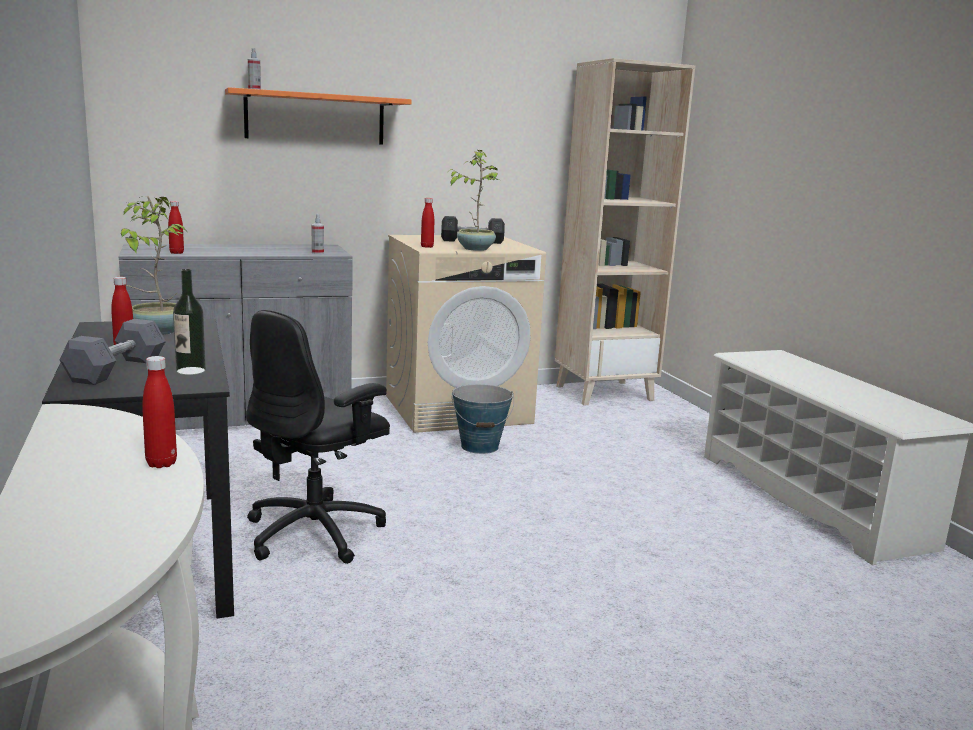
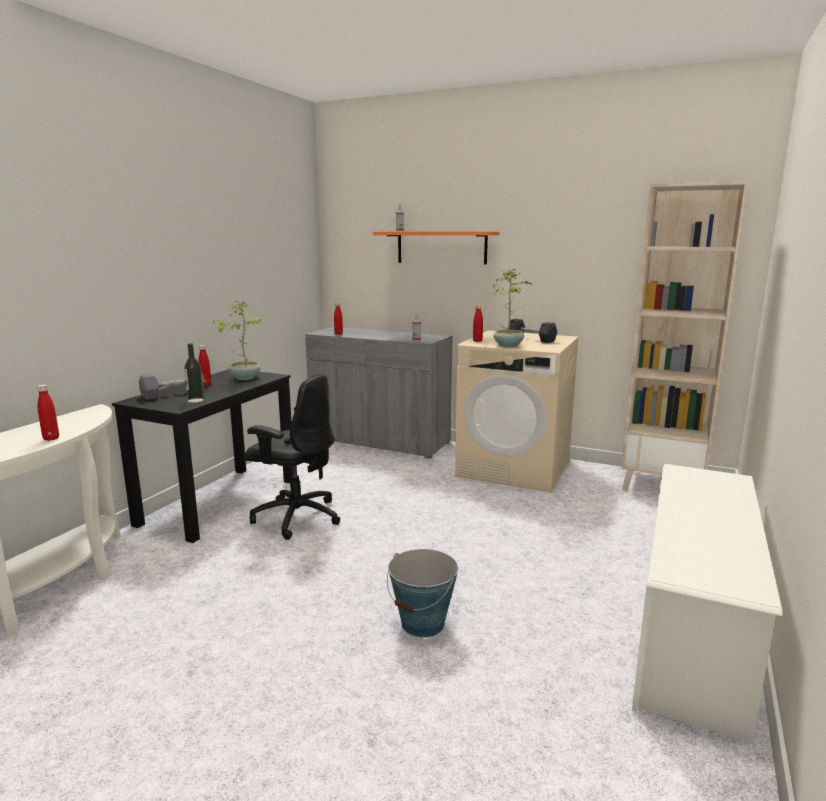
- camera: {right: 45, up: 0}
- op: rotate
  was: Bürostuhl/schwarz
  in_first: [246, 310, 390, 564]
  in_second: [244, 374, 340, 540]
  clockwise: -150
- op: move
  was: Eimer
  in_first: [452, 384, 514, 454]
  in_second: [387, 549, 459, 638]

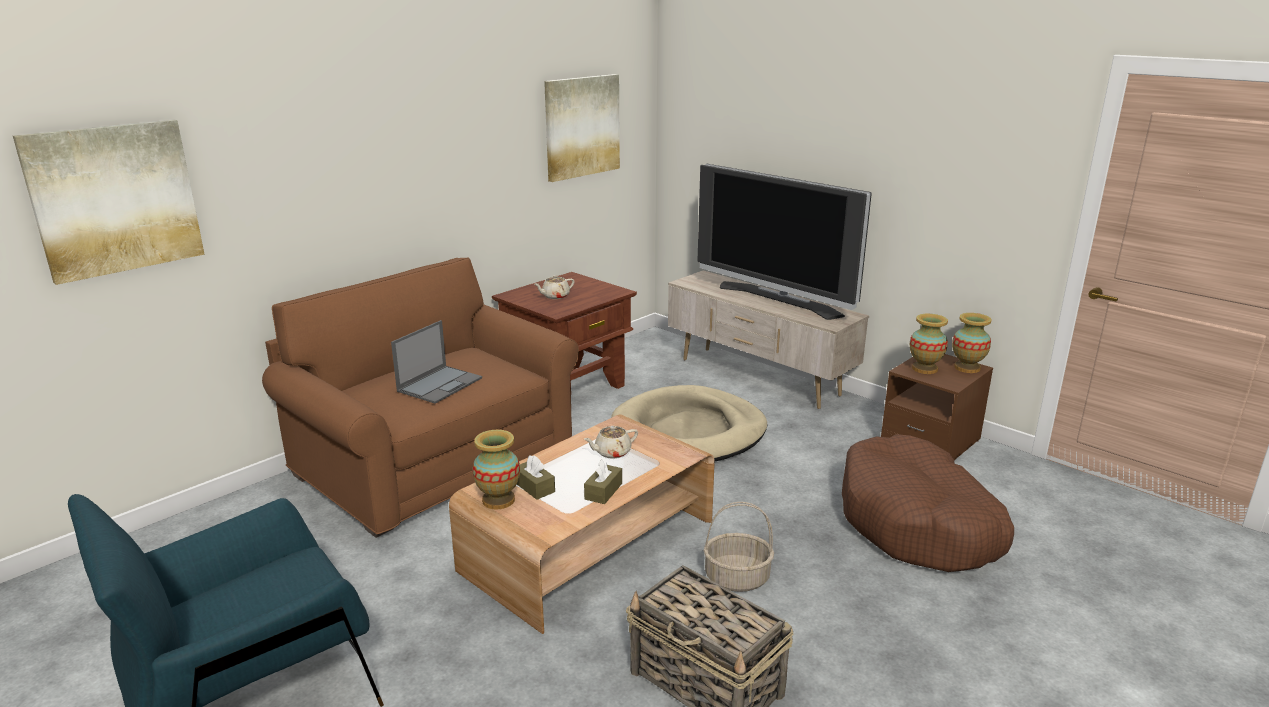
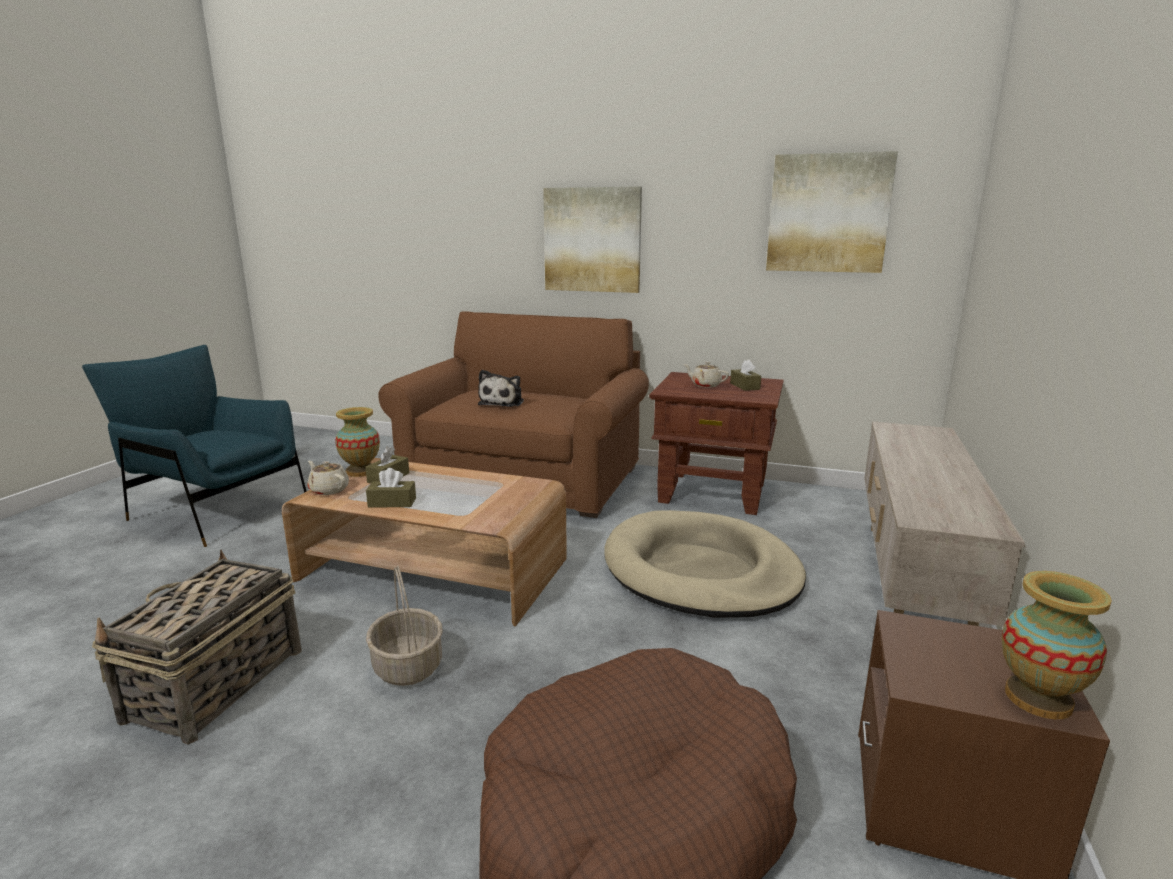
- camera: {right: 65, up: -5}
- op: move
  was: Bild
  in_first: [13, 119, 205, 285]
  in_second: [543, 186, 642, 293]
- op: replace
  was: Laptop
  now: Plüschtier
  in_first: [391, 320, 482, 404]
  in_second: [478, 370, 524, 407]
- op: move
  was: Teekanne/beige
  in_first: [584, 426, 638, 459]
  in_second: [308, 461, 349, 495]
- op: delete
  was: Fernseher
  in_first: [697, 164, 872, 320]
- op: delete
  was: Vase
  in_first: [910, 314, 948, 374]
- op: insert
  now: Taschentuchbox/braun
  in_second: [730, 359, 761, 391]

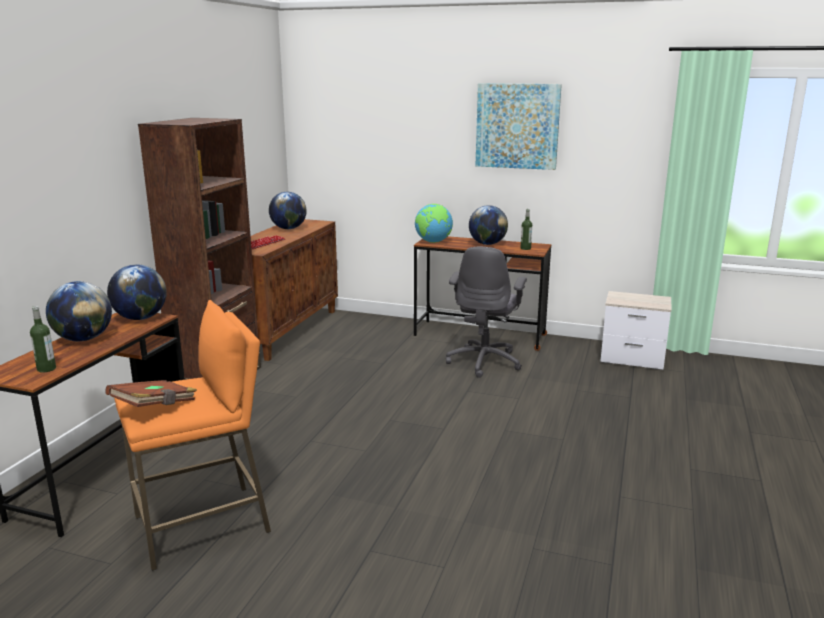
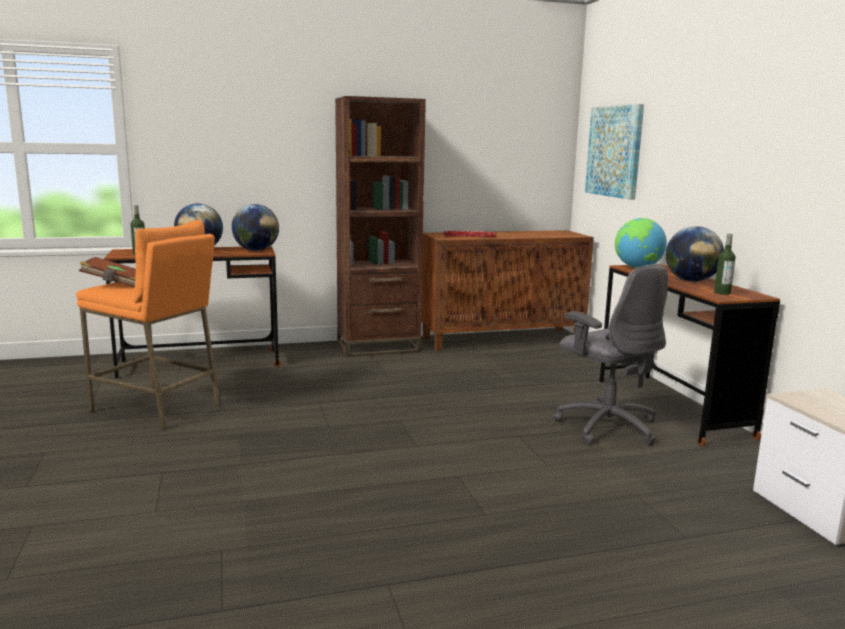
- camera: {right: 55, up: -5}
- op: delete
  was: Globus
  in_first: [269, 192, 307, 229]
- op: rotate
  was: Bürostuhl/grau
  in_first: [446, 247, 527, 378]
  in_second: [555, 264, 668, 446]
  clockwise: -105
- op: move
  was: Bild
  in_first: [475, 83, 562, 170]
  in_second: [585, 104, 644, 200]

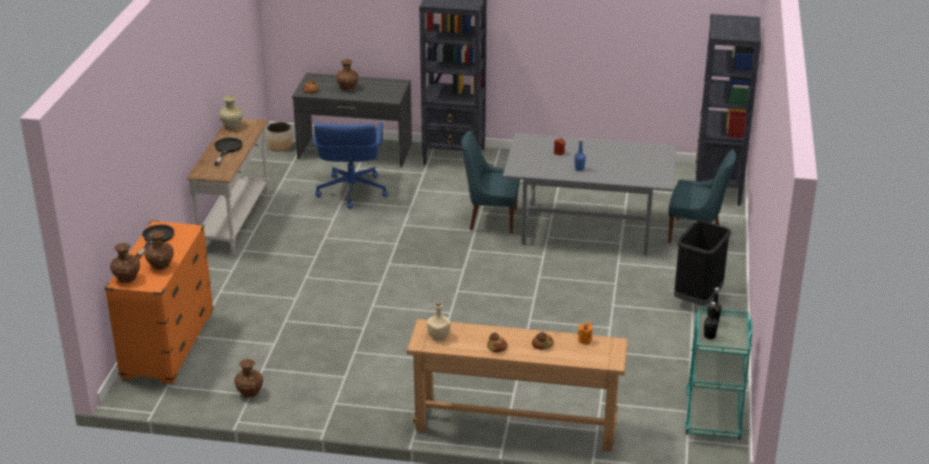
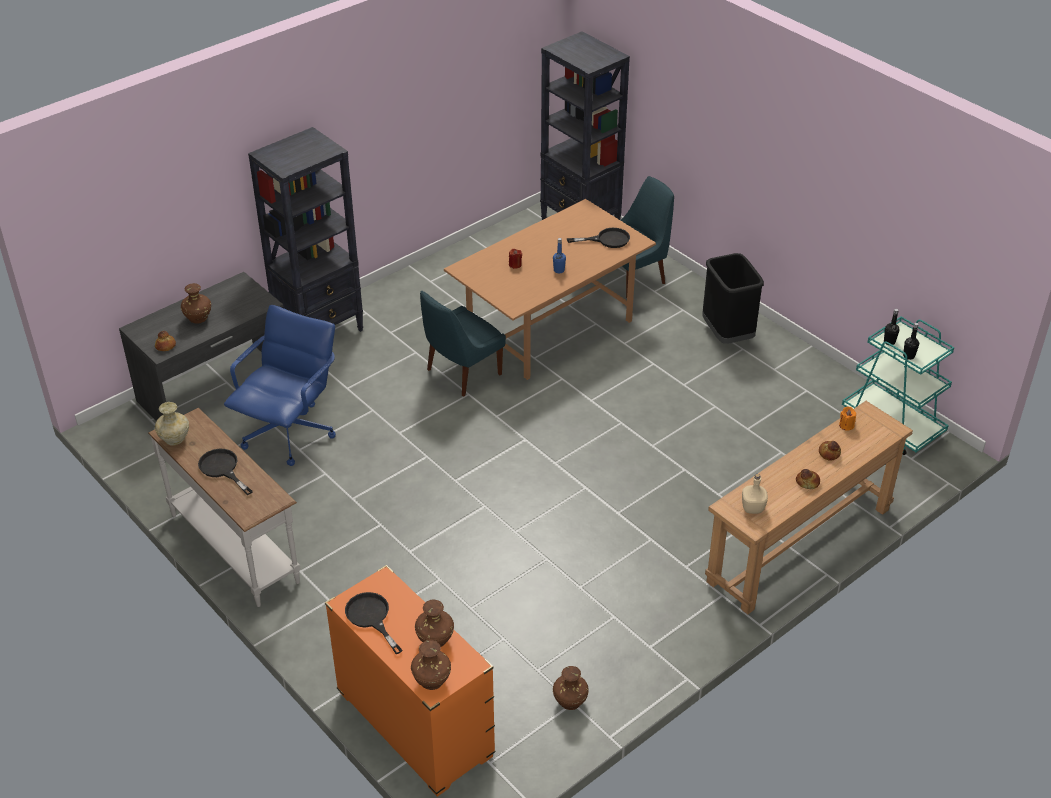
- camera: {right: -50, up: 10}
- op: delete
  was: Pflanzkübel
  in_first: [267, 122, 292, 151]
- op: rotate
  was: Bürostuhl/blau
  in_first: [313, 122, 388, 209]
  in_second: [224, 305, 336, 466]
  clockwise: -105
- op: recolor
  was: Esstisch/grau
  now: Esstisch/braun
  in_first: [503, 133, 676, 255]
  in_second: [444, 199, 656, 380]
- op: insert
  now: Pfanne/schwarz
  in_second: [567, 228, 630, 248]

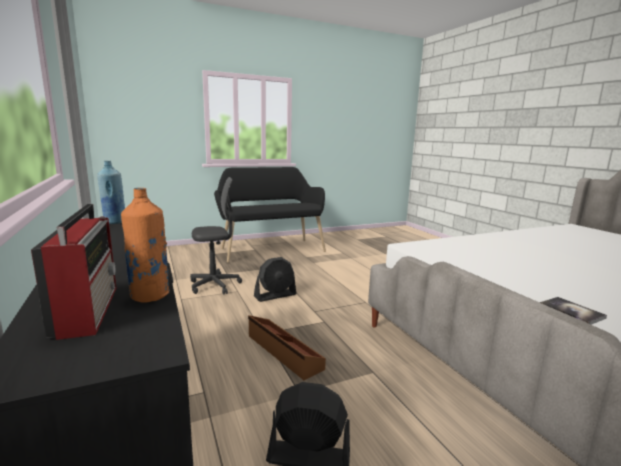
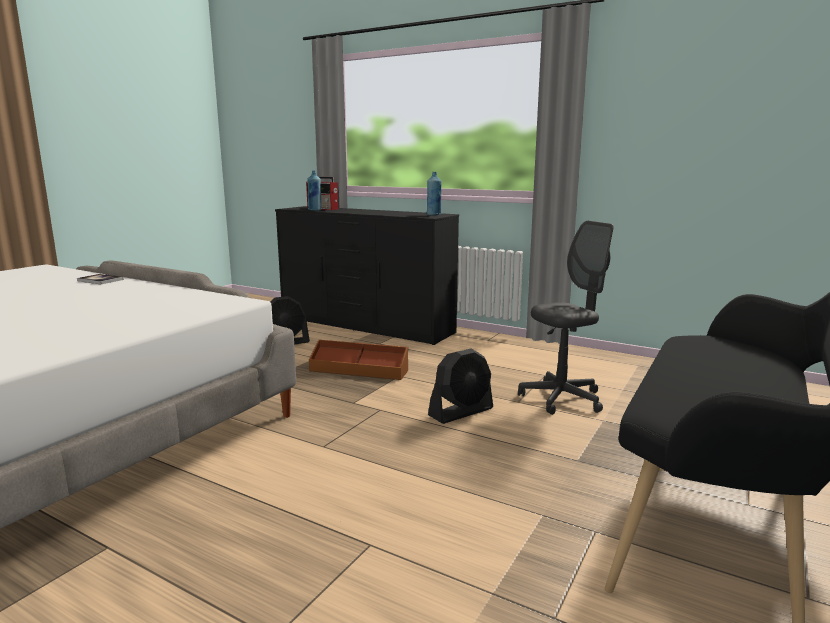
- camera: {right: 145, up: 0}
- op: recolor
  was: Flasche/orange
  now: Flasche/blau
  in_first: [121, 188, 170, 303]
  in_second: [307, 171, 321, 211]
- op: rotate
  was: Bürostuhl/grau
  in_first: [190, 177, 242, 295]
  in_second: [518, 221, 614, 415]
  clockwise: -150
- op: rotate
  was: Ventilator/schwarz
  in_first: [254, 257, 296, 302]
  in_second: [428, 348, 493, 424]
  clockwise: -150

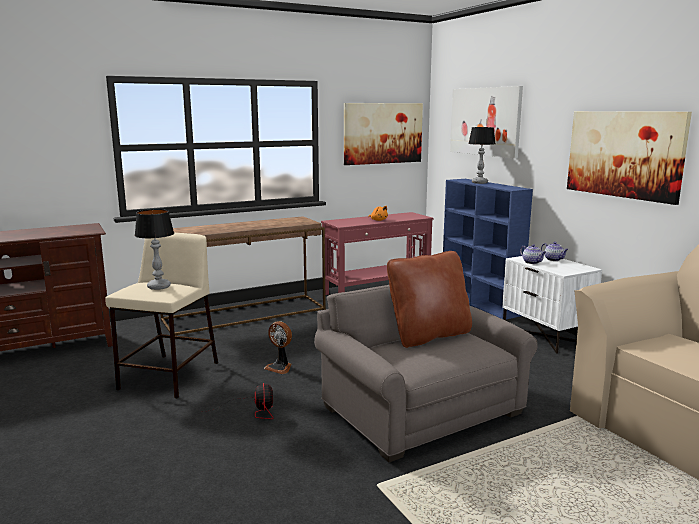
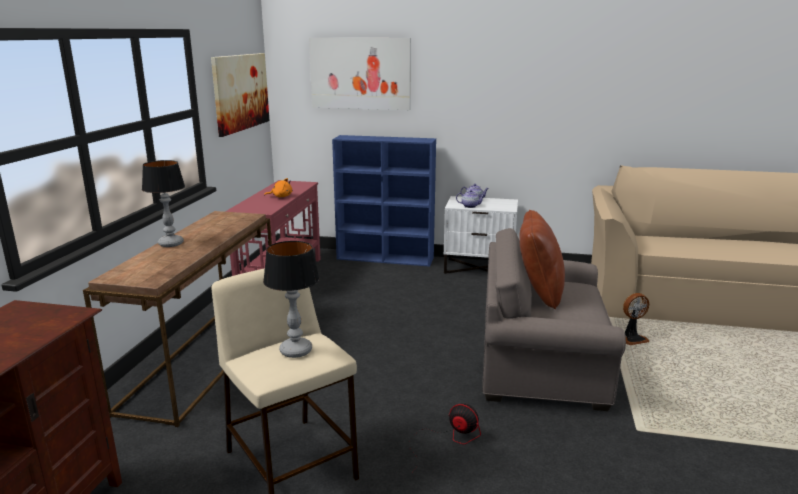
- camera: {right: -50, up: 5}
- op: move
  was: Ventilator
  in_first: [264, 321, 292, 374]
  in_second: [623, 293, 649, 345]
- op: move
  was: Tischlampe
  in_first: [468, 127, 496, 184]
  in_second: [142, 160, 185, 247]
- op: delete
  was: Bild
  in_first: [567, 111, 692, 205]

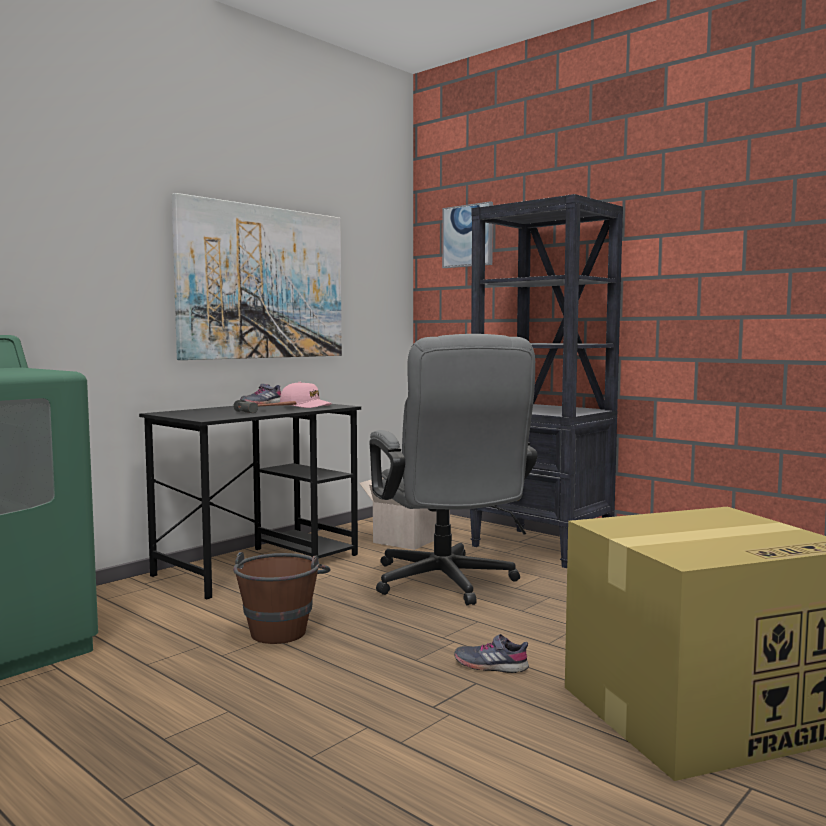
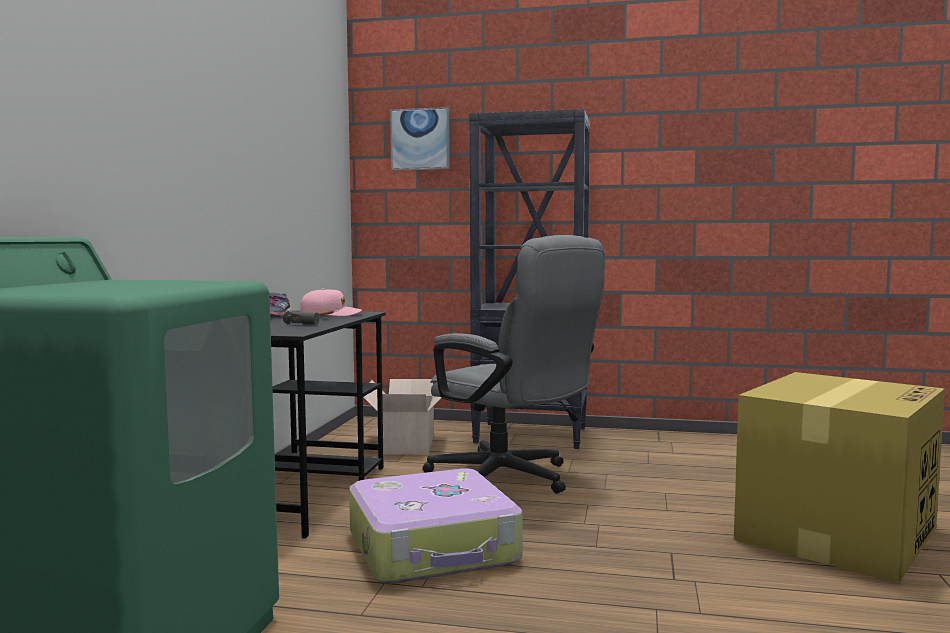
- camera: {right: -30, up: 0}
- op: delete
  was: Bild
  in_first: [172, 193, 342, 360]
- op: replace
  was: Eimer/braun
  now: Koffer
  in_first: [233, 552, 331, 644]
  in_second: [349, 468, 522, 584]
- op: delete
  was: Schuh/grau
  in_first: [454, 634, 529, 673]

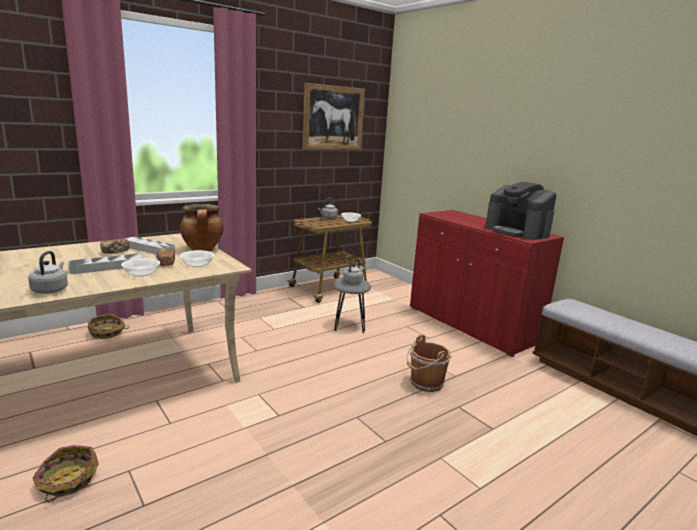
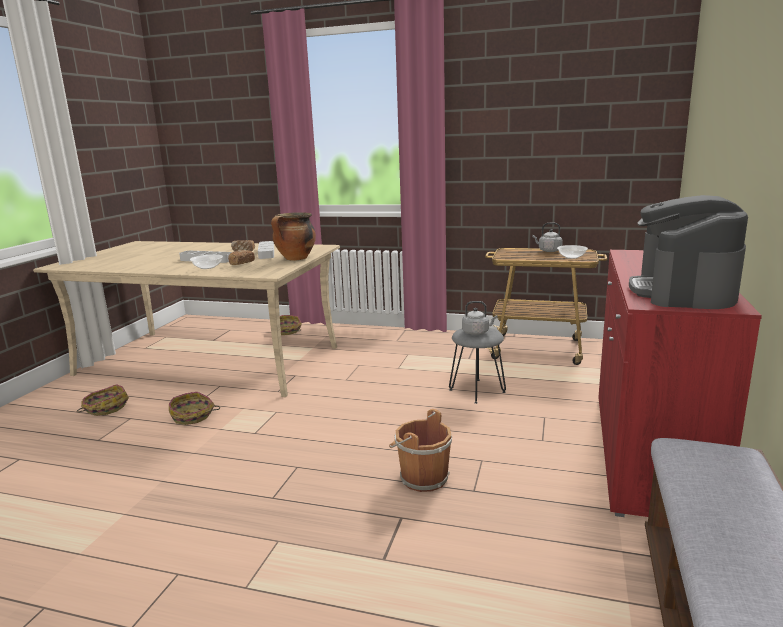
- camera: {right: 55, up: 0}
- op: delete
  was: Wasserkessel/grau
  in_first: [28, 251, 68, 294]
- op: delete
  was: Schüssel
  in_first: [180, 250, 215, 267]
- op: delete
  was: Bild
  in_first: [303, 83, 365, 150]
- op: insert
  now: Korb
  in_second: [169, 392, 220, 425]

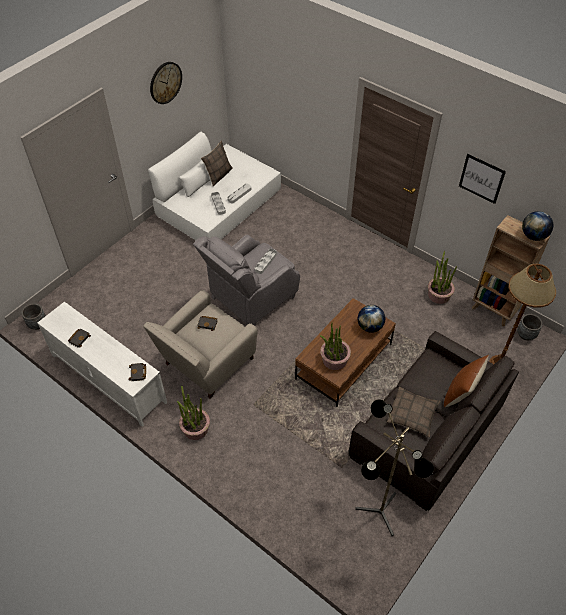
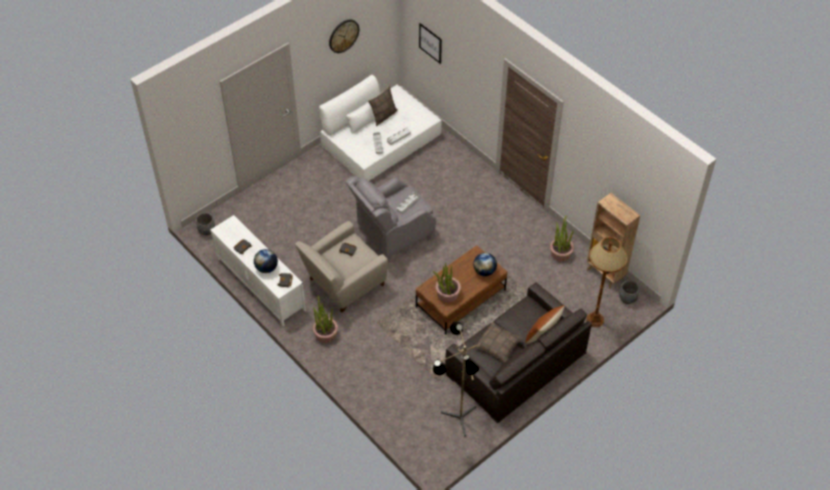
- camera: {right: 10, up: 0}
- op: move
  was: Bild
  in_first: [459, 154, 506, 204]
  in_second: [419, 23, 442, 64]
- op: move
  was: Globus
  in_first: [522, 211, 553, 241]
  in_second: [254, 249, 278, 273]

